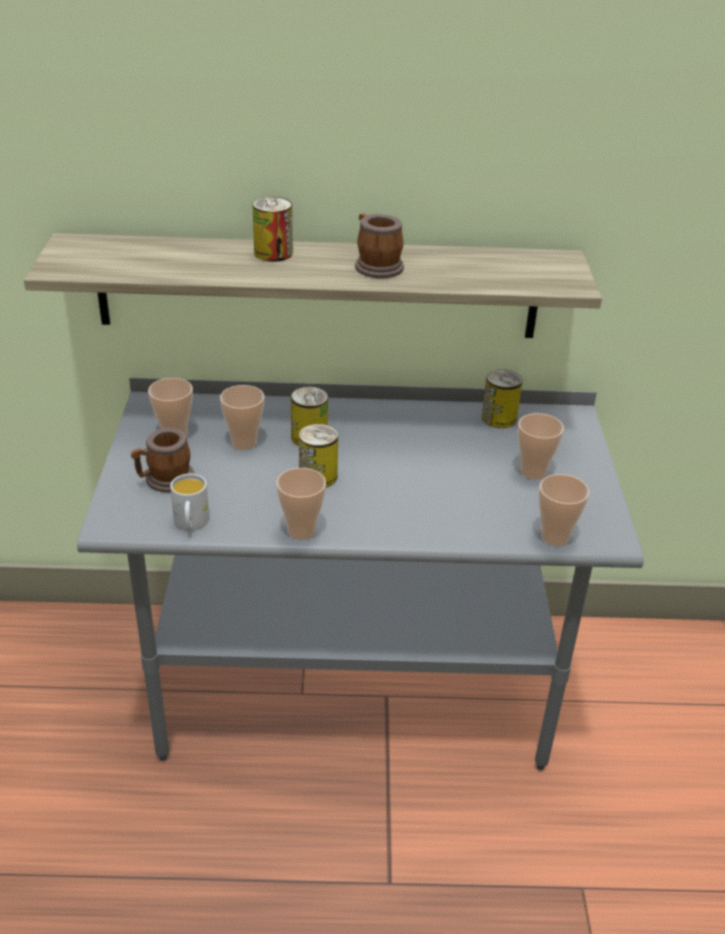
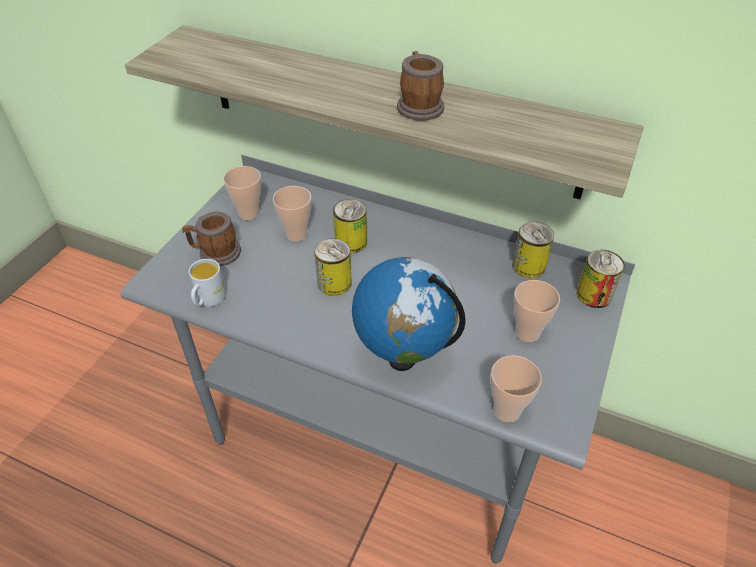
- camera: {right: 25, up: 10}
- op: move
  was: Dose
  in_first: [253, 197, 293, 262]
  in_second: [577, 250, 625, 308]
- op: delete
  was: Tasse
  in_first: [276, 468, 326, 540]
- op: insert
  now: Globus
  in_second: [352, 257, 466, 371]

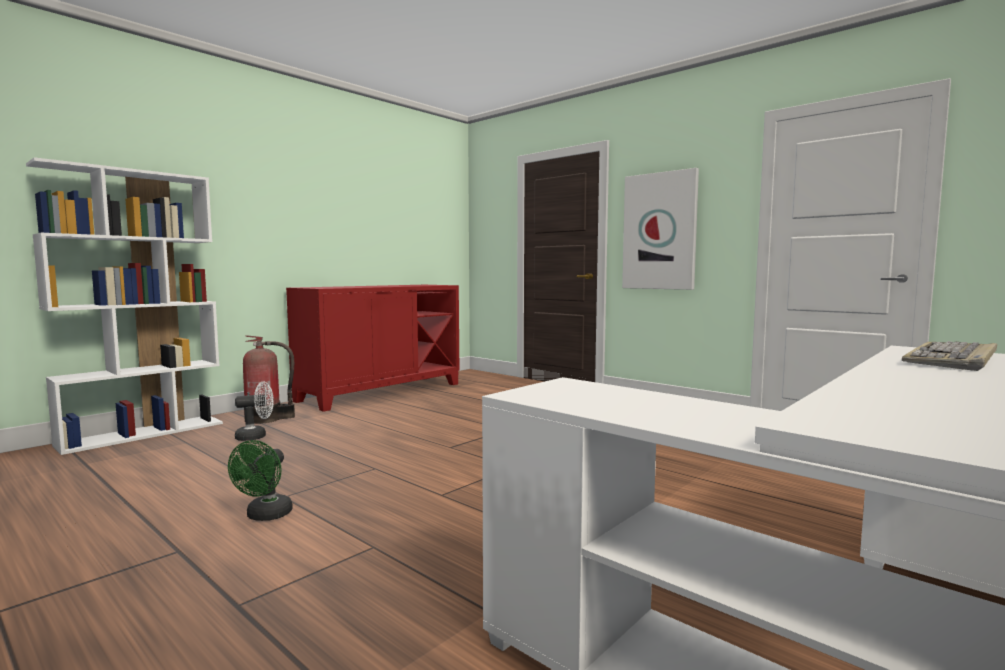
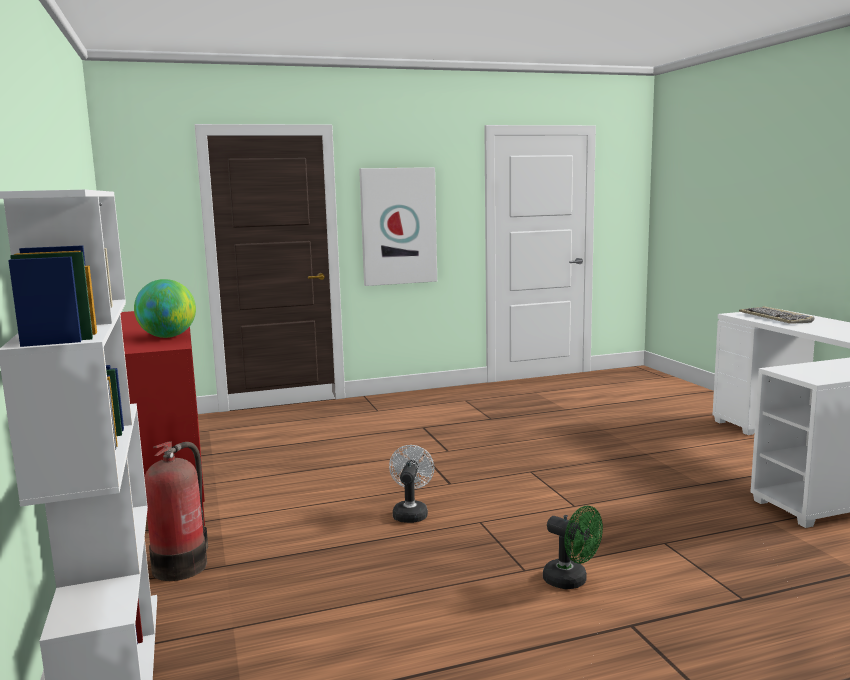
- camera: {right: -60, up: 5}
- op: move
  was: Ventilator/weiß
  in_first: [235, 381, 274, 441]
  in_second: [389, 445, 435, 523]
- op: insert
  now: Globus
  in_second: [134, 279, 196, 338]

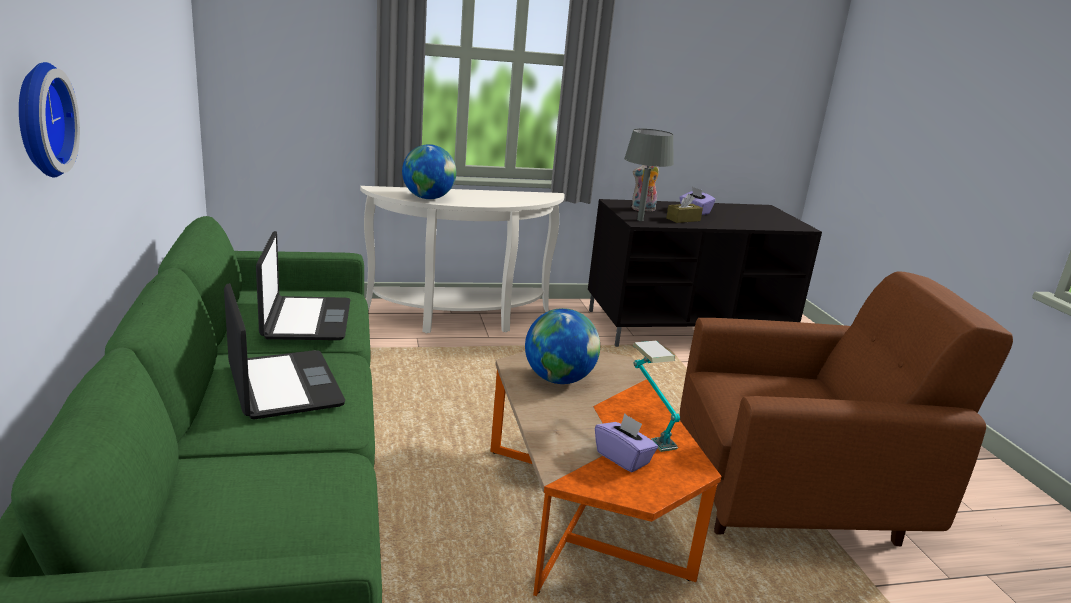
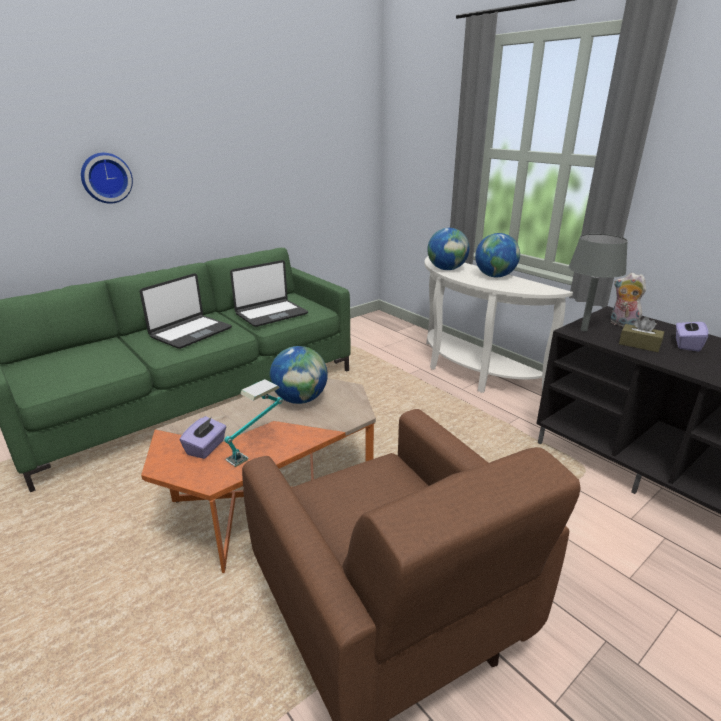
- camera: {right: 65, up: 5}
- op: insert
  now: Globus
  in_second: [475, 233, 520, 277]

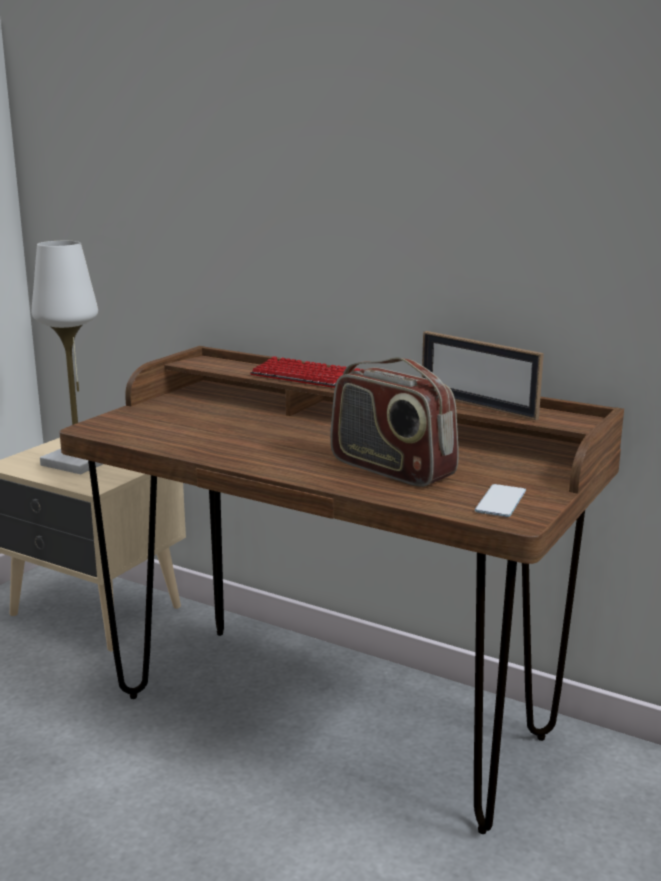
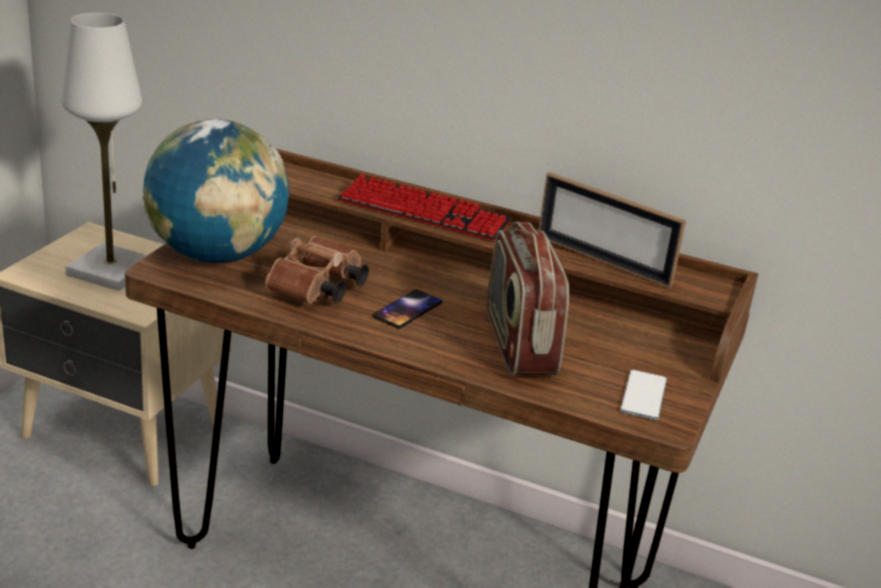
- camera: {right: -10, up: 10}
- op: rotate
  was: Radio
  in_first: [330, 357, 459, 487]
  in_second: [487, 222, 569, 376]
  clockwise: 45
- op: insert
  now: Globus
  in_second: [142, 119, 289, 263]
- op: insert
  now: Fernglas/braun
  in_second: [265, 236, 369, 303]
- op: insert
  now: Handy
  in_second: [373, 289, 442, 329]

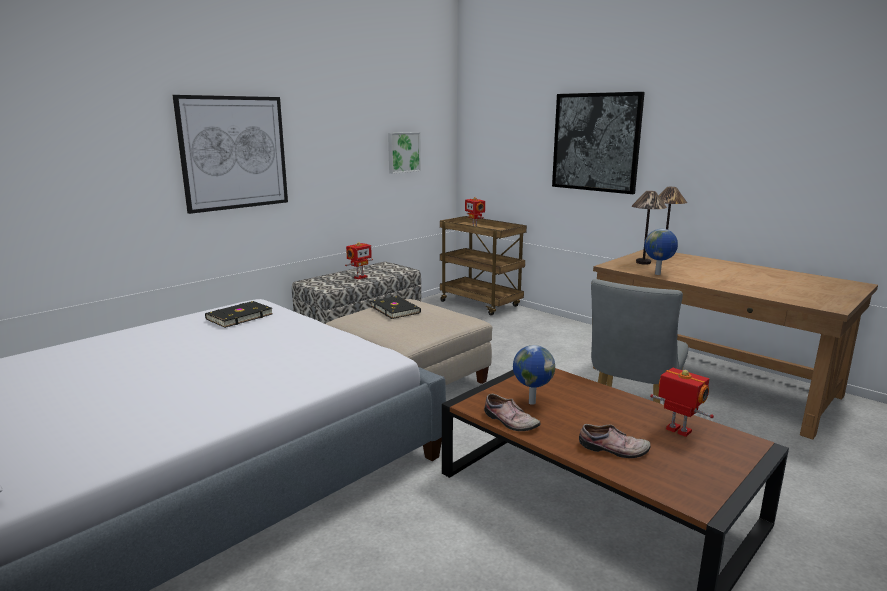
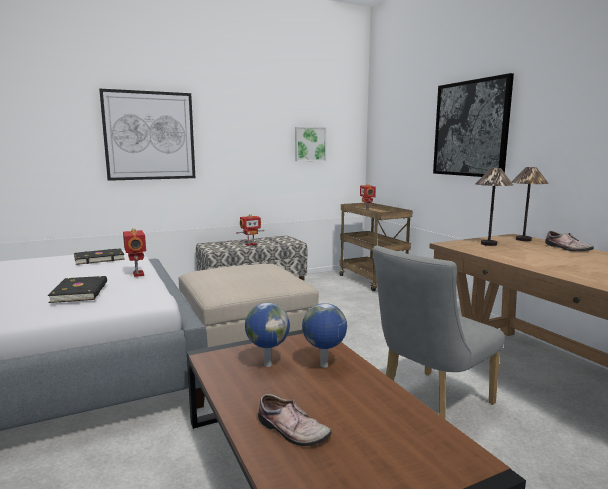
- camera: {right: 20, up: -5}
- op: move
  was: Buch/schwarz
  in_first: [371, 296, 421, 319]
  in_second: [47, 276, 107, 303]
- op: move
  was: Schuh
  in_first: [484, 394, 541, 431]
  in_second: [545, 231, 594, 251]
- op: move
  was: Globus
  in_first: [644, 229, 678, 275]
  in_second: [302, 303, 347, 368]
- op: move
  was: Spielzeugroboter
  in_first: [650, 368, 714, 437]
  in_second: [123, 228, 146, 277]

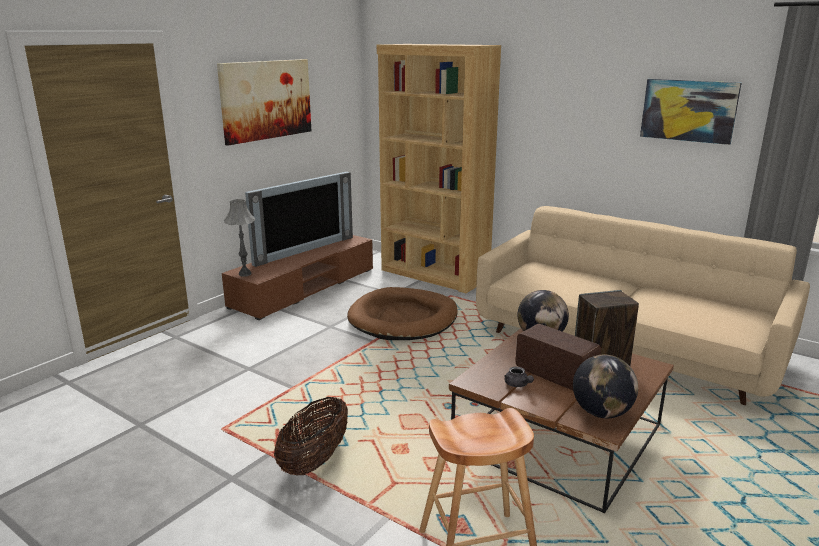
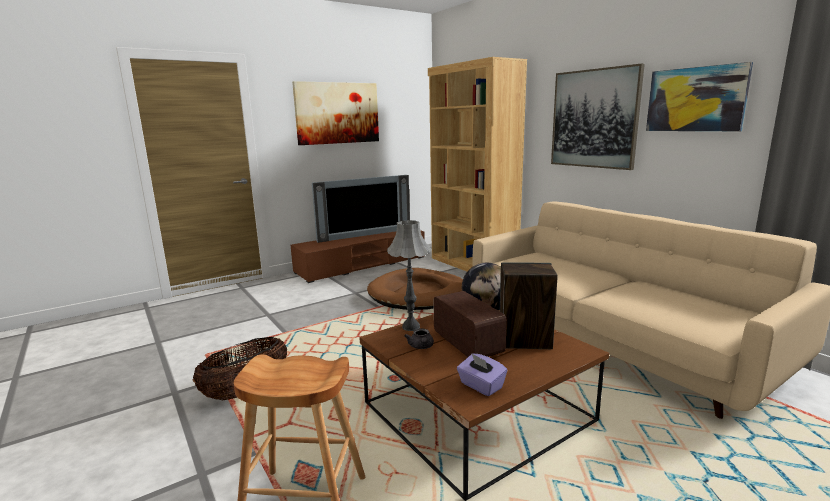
- camera: {right: 20, up: -5}
- op: move
  was: Tischlampe/grau
  in_first: [224, 199, 255, 277]
  in_second: [387, 220, 431, 331]
- op: replace
  was: Globus
  now: Taschentuchbox/lila
  in_first: [573, 355, 638, 418]
  in_second: [457, 353, 507, 396]
- op: insert
  now: Bild
  in_second: [551, 64, 645, 170]

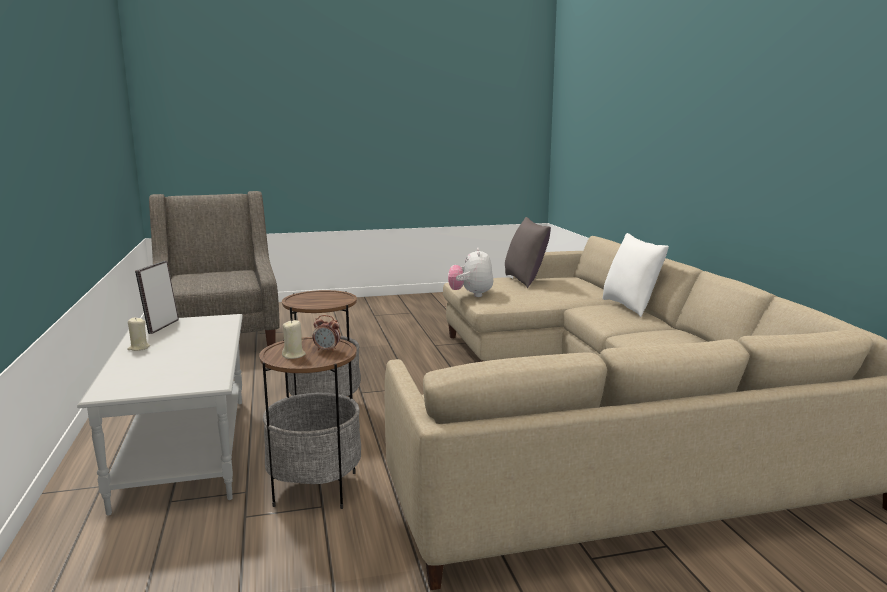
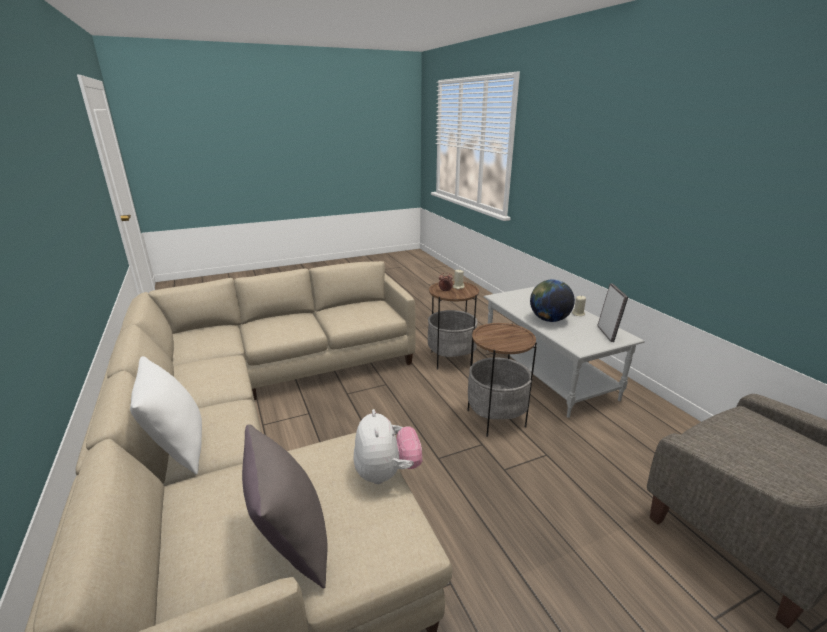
- camera: {right: 170, up: 10}
- op: insert
  now: Globus
  in_second: [530, 279, 575, 322]

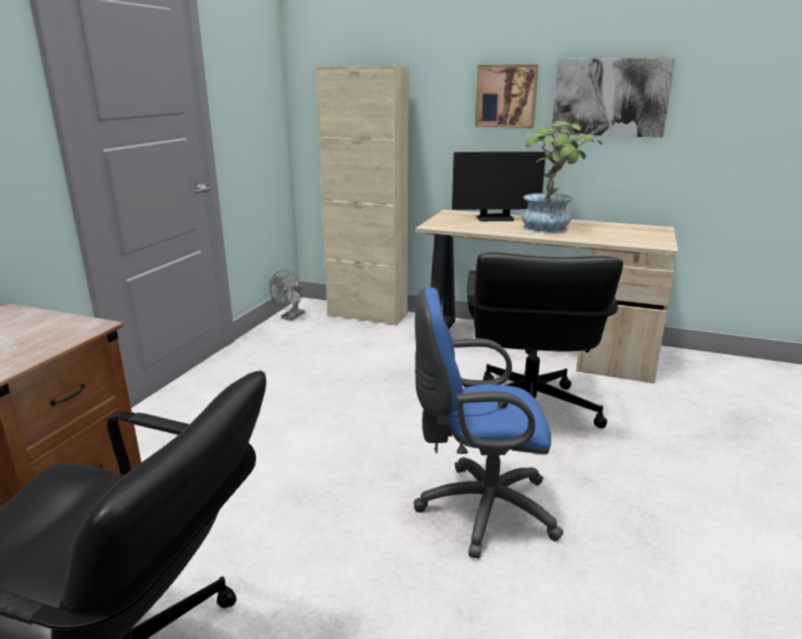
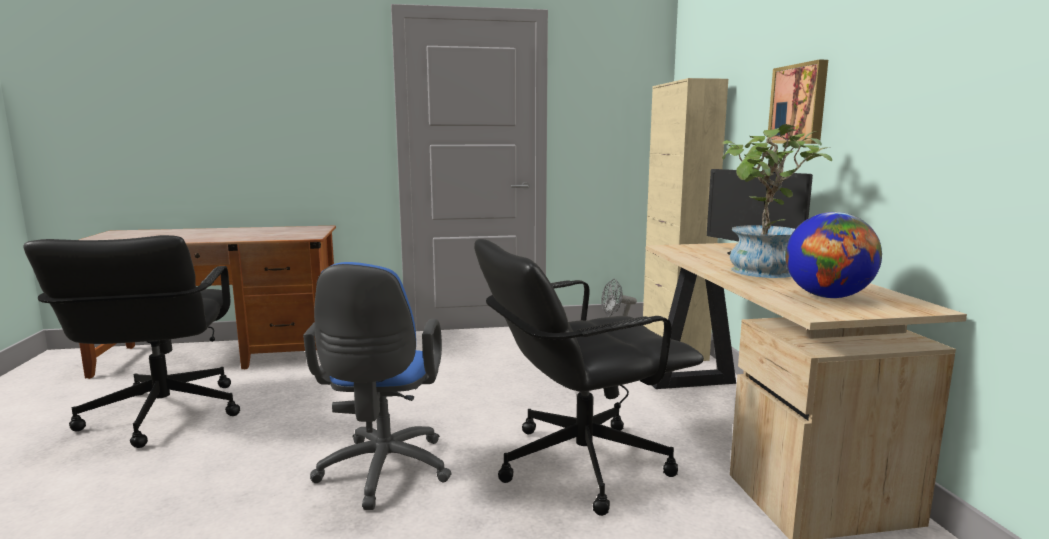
- camera: {right: 60, up: -10}
- op: rotate
  was: Bürostuhl/blau
  in_first: [414, 287, 563, 559]
  in_second: [303, 262, 452, 510]
  clockwise: -150
- op: delete
  was: Bild
  in_first: [552, 58, 675, 138]
- op: insert
  now: Globus
  in_second: [785, 212, 882, 298]

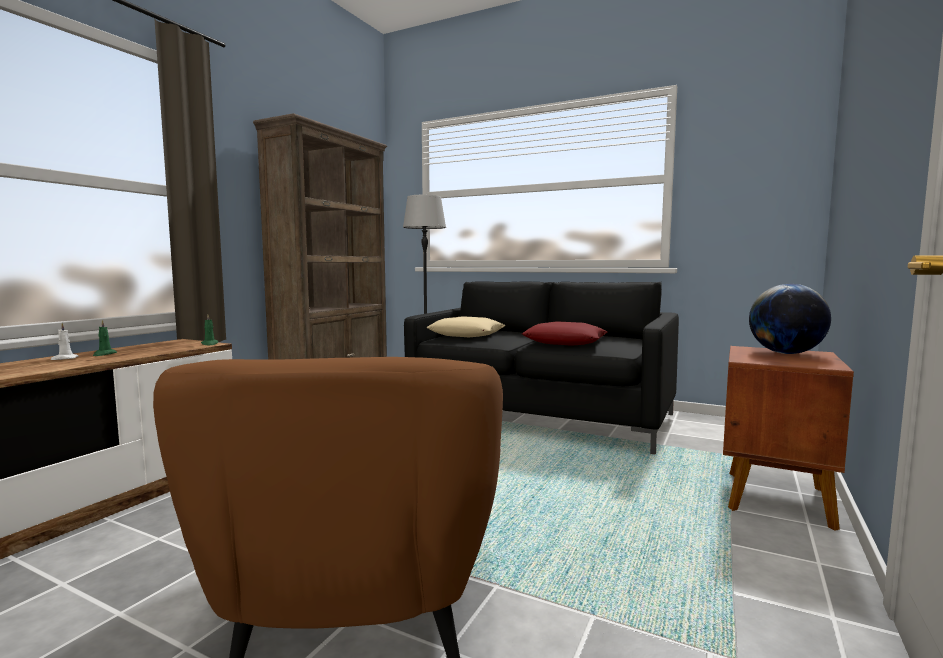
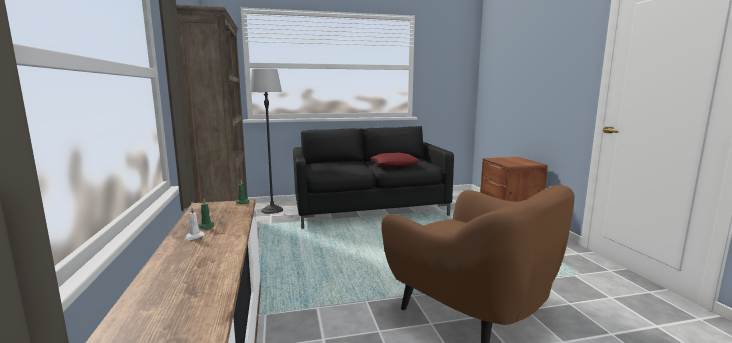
- camera: {right: -40, up: 5}
- op: delete
  was: Kissen/beige
  in_first: [426, 316, 505, 337]
- op: delete
  was: Globus
  in_first: [749, 284, 831, 354]

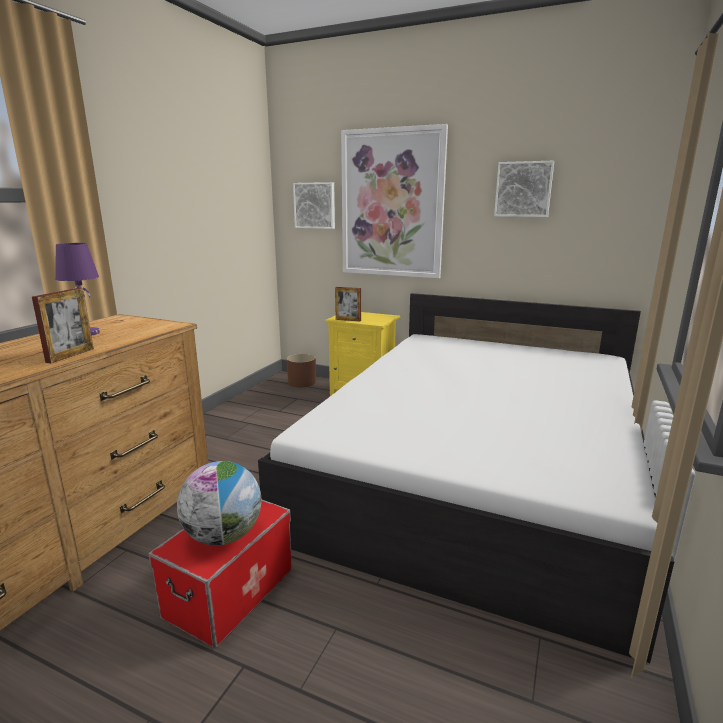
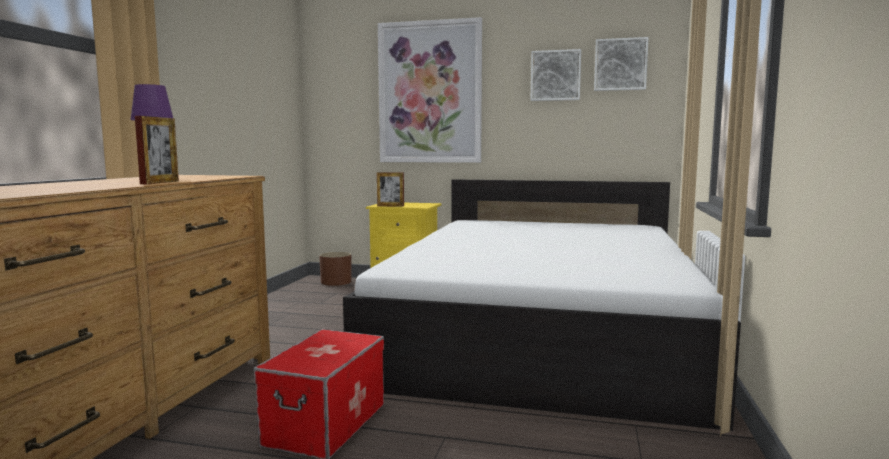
- camera: {right: -10, up: -10}
- op: delete
  was: Globus
  in_first: [177, 461, 262, 546]
- op: move
  was: Bild
  in_first: [293, 182, 335, 229]
  in_second: [594, 37, 649, 91]

